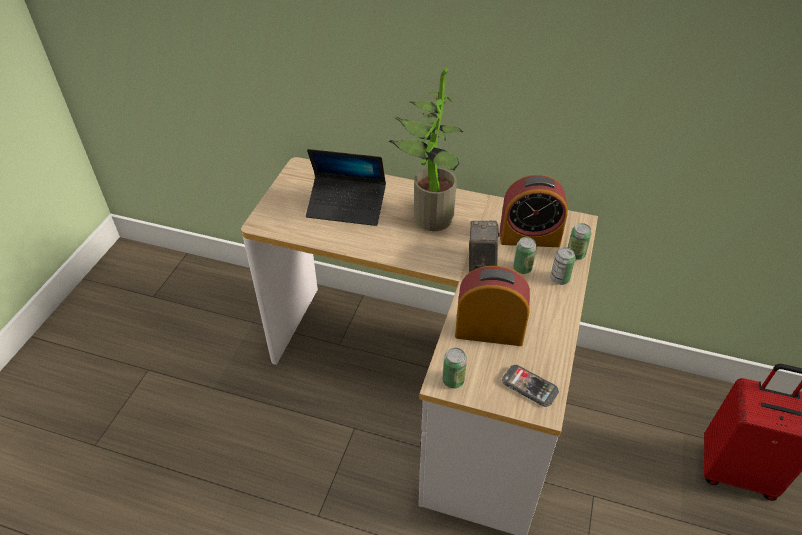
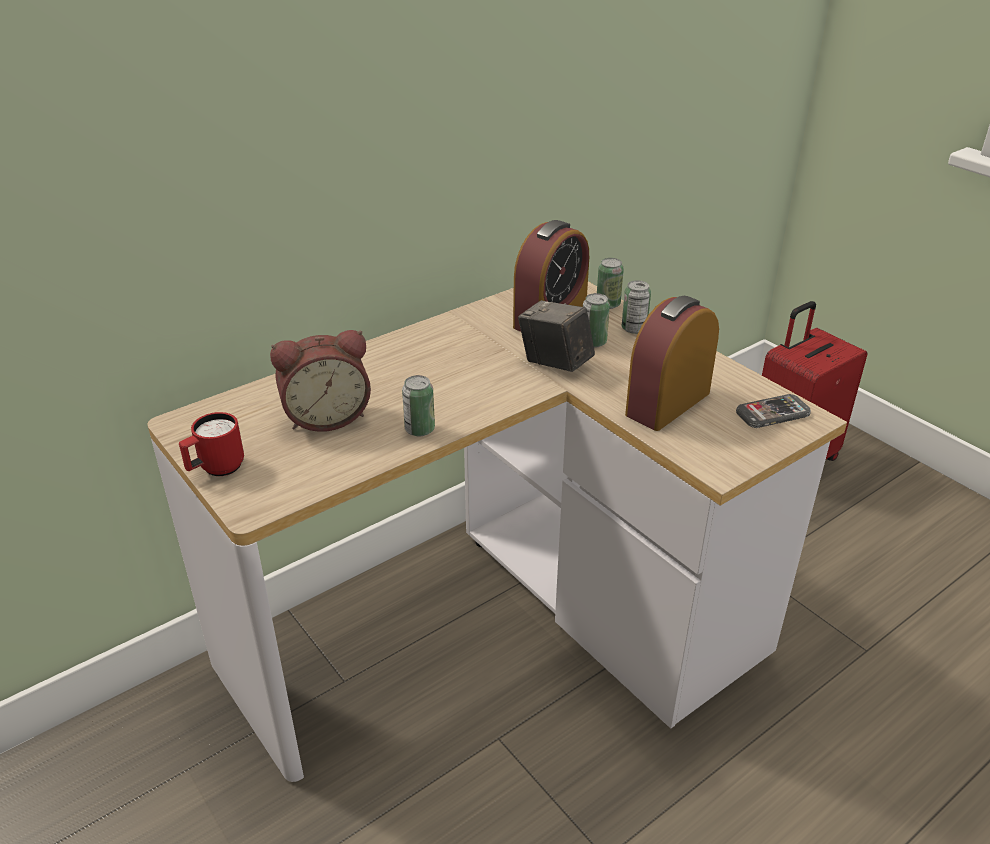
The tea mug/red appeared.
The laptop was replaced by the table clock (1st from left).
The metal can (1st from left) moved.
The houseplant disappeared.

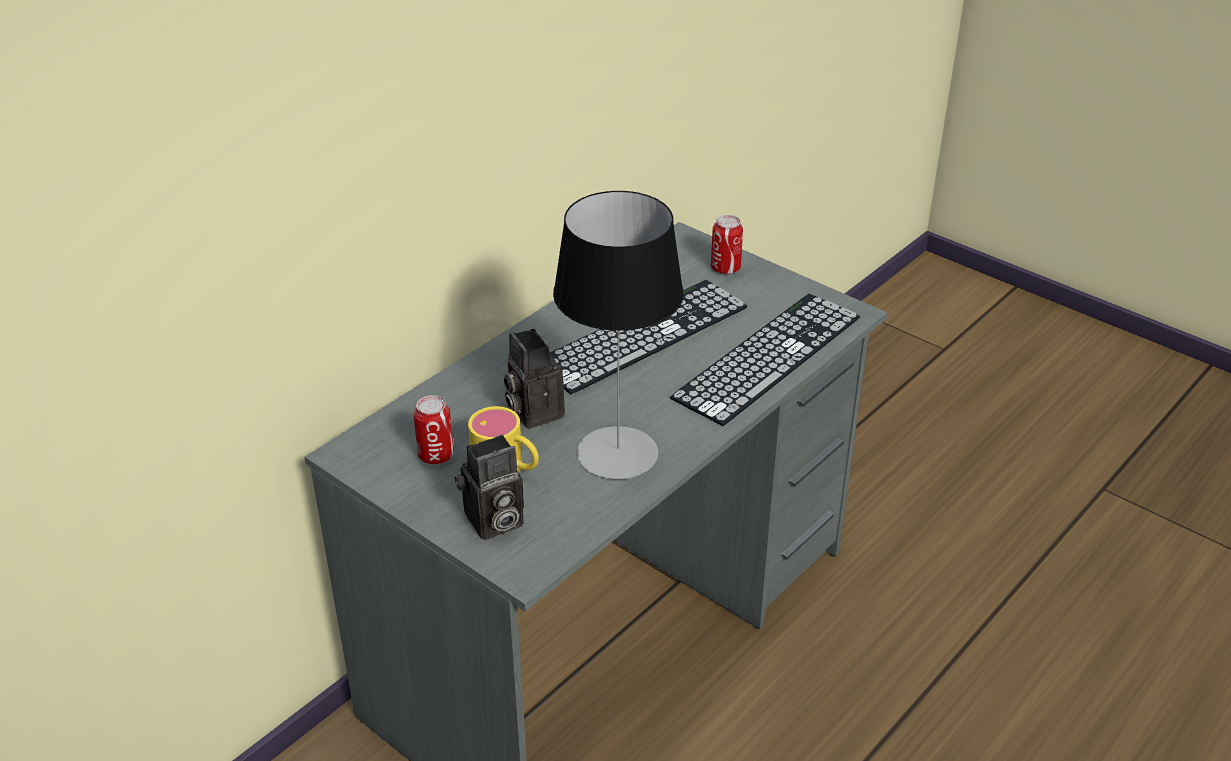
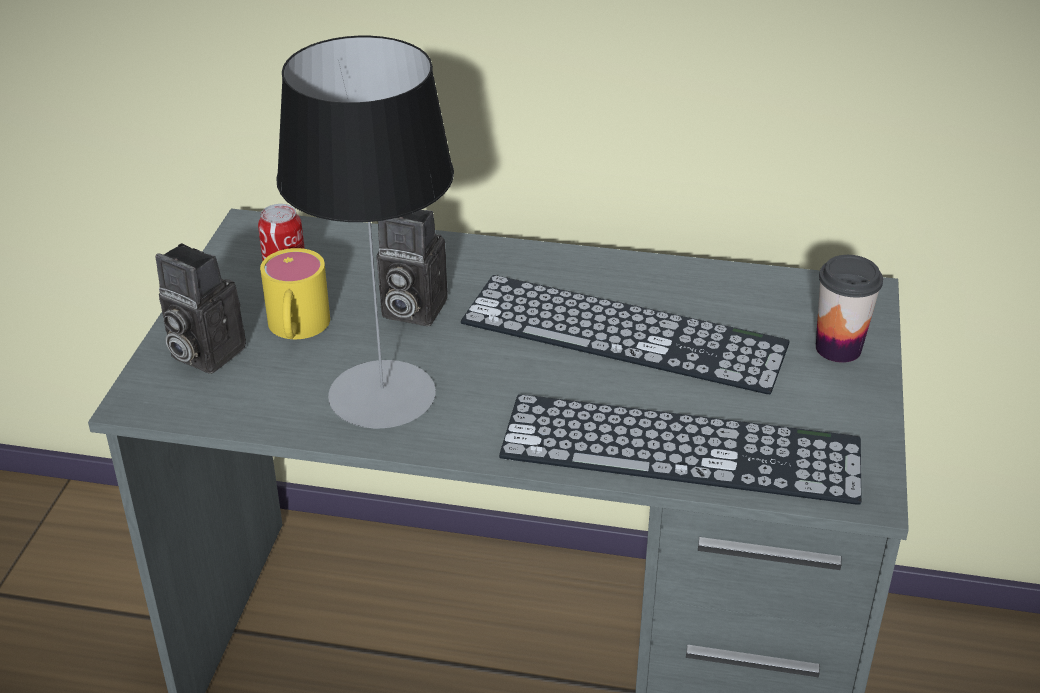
The still camera (2nd from left) turned 105 degrees counterclockwise.
The metal can (2nd from left) was replaced by the small cup.

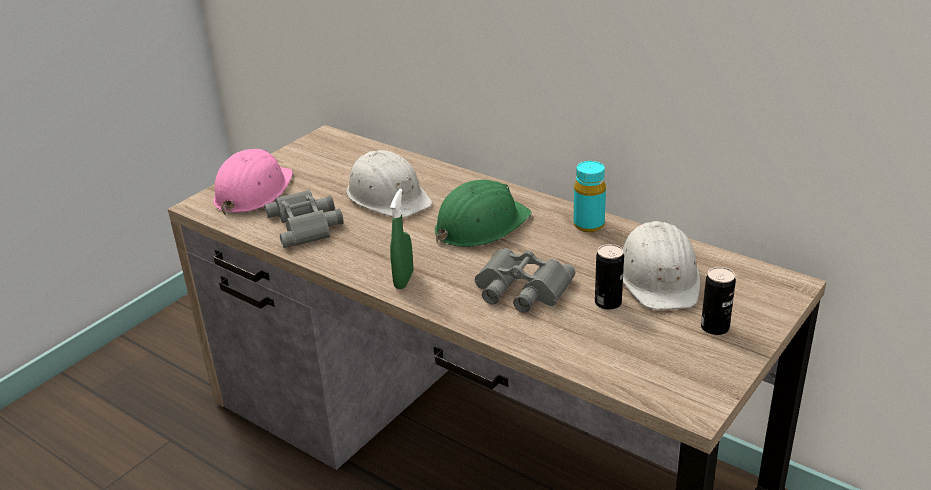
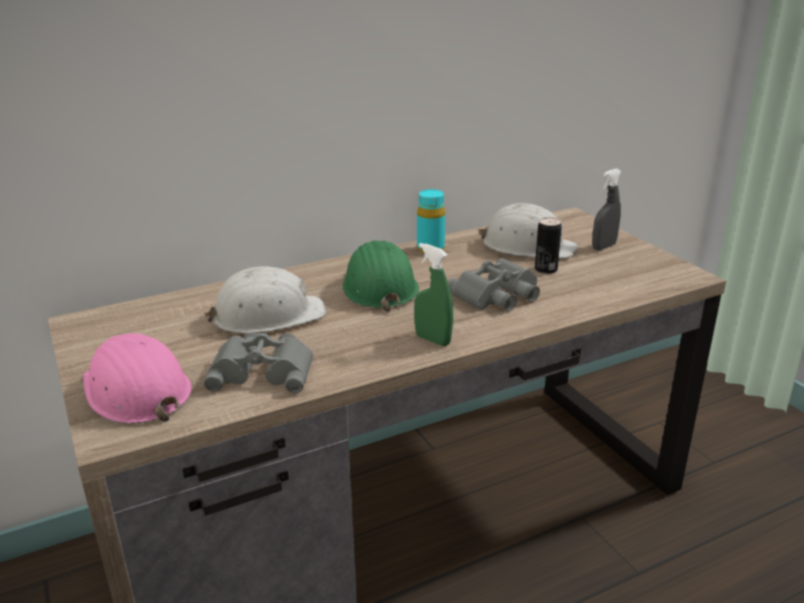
The metal can (2nd from left) was replaced by the hand sprayer/grey.

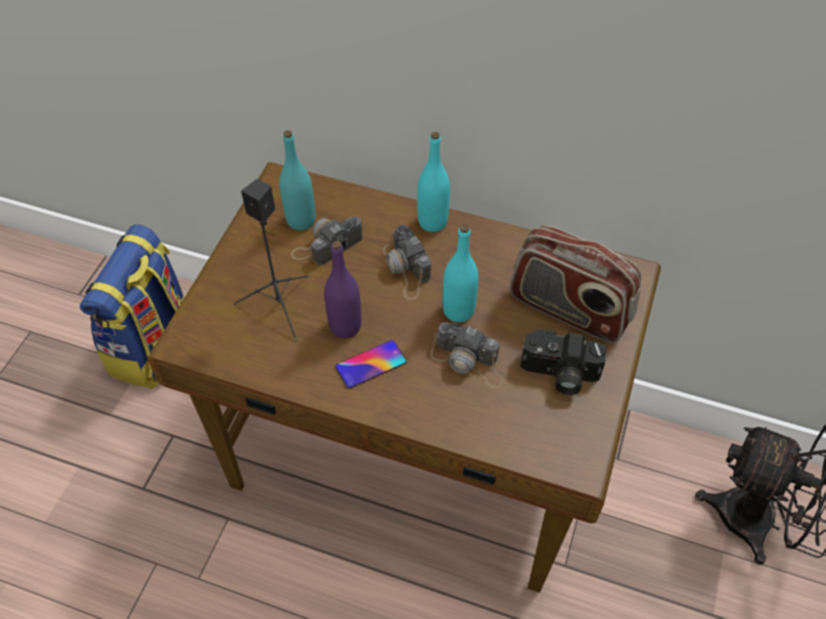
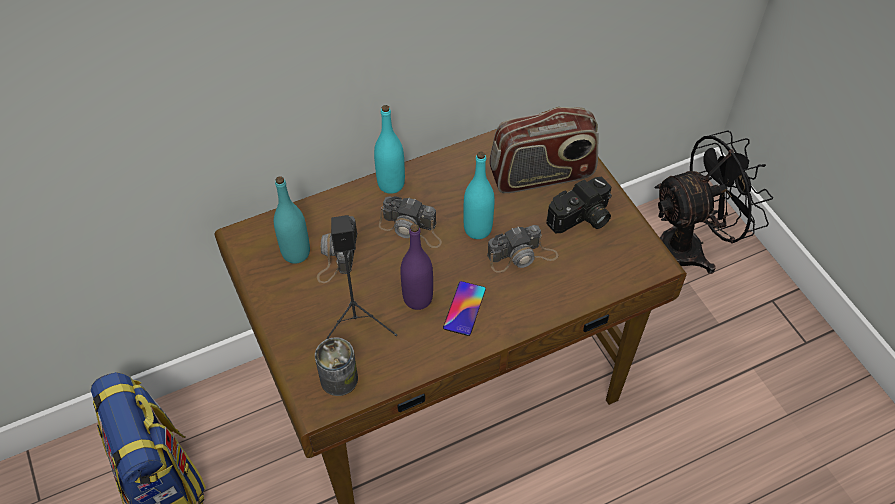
The metal can appeared.

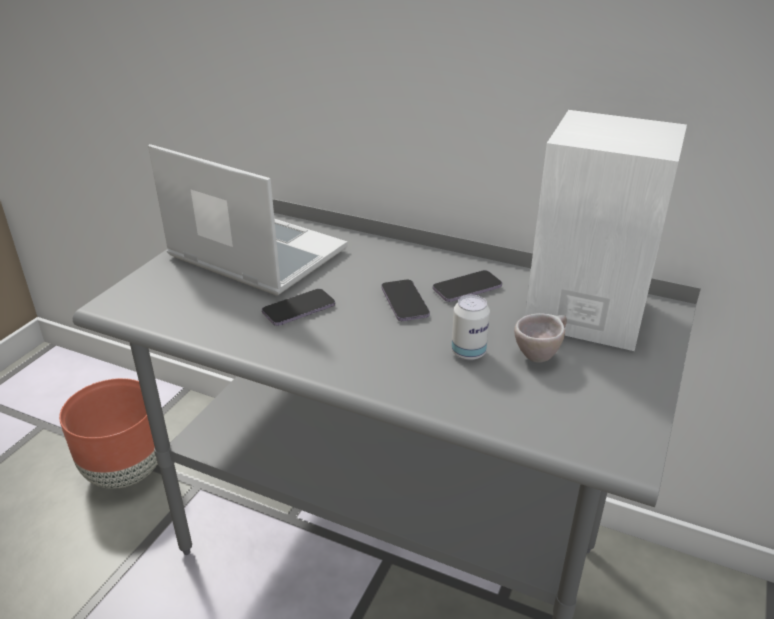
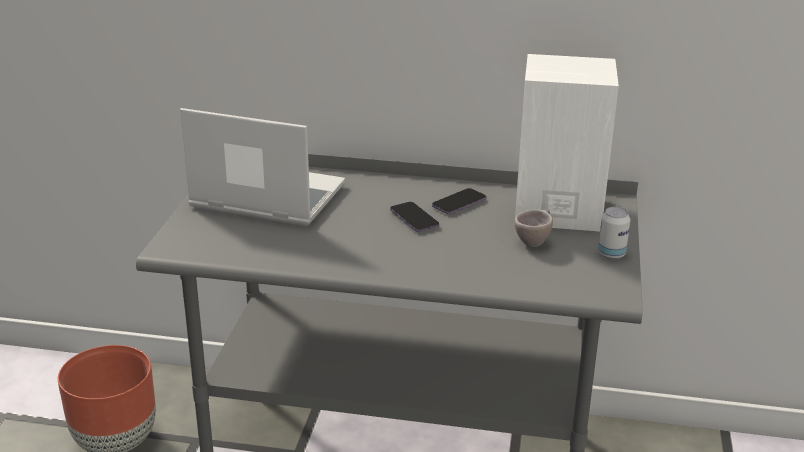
The metal can moved.
The phone (1st from left) disappeared.

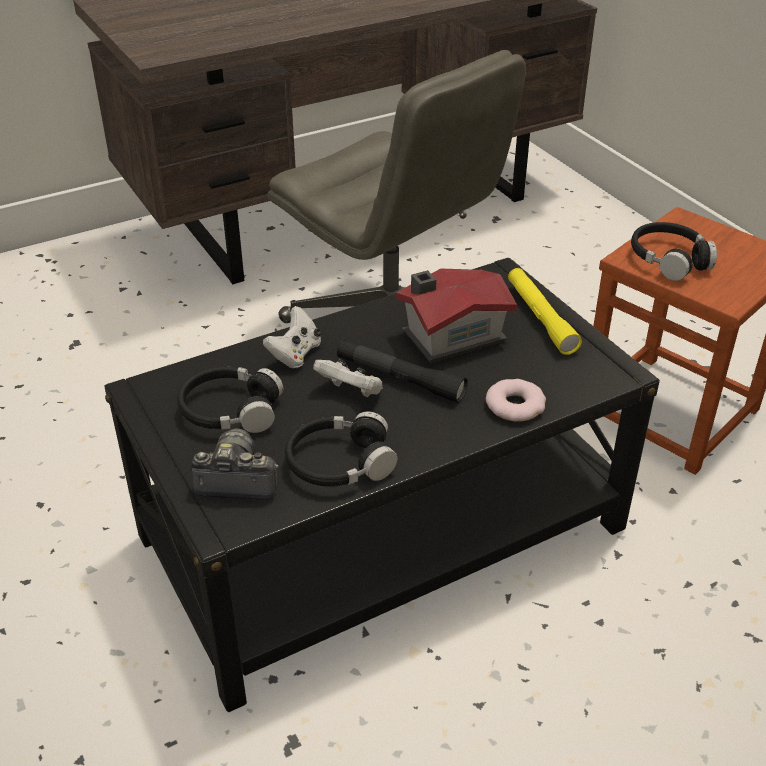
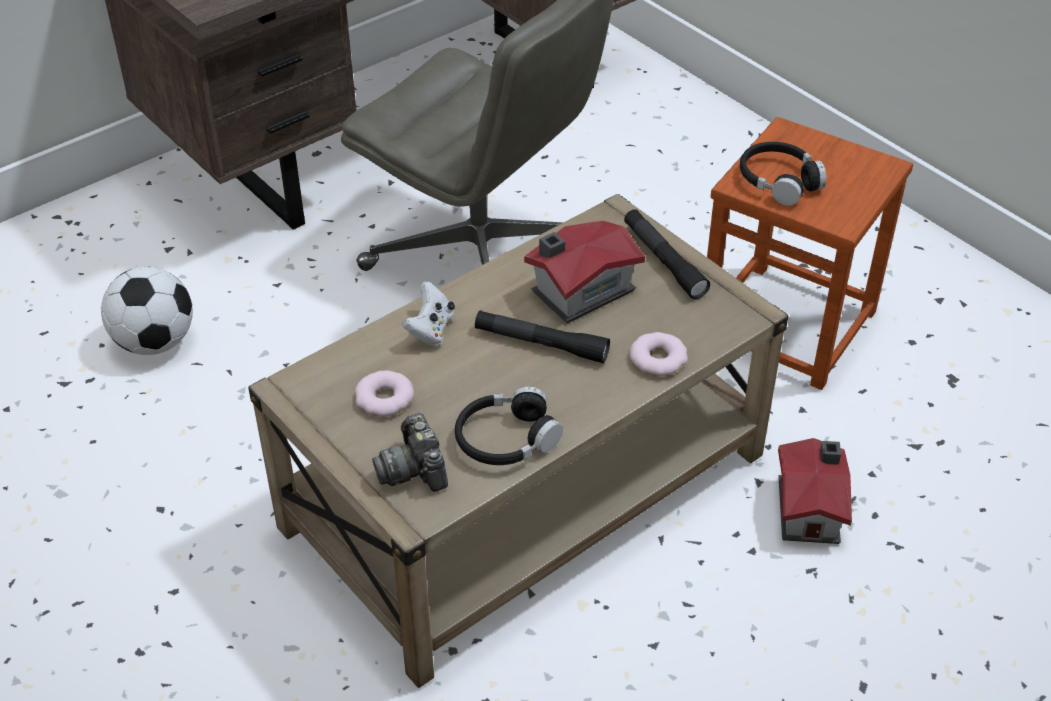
The football ball appeared.
The coffee table/blackish became the coffee table/beige.
The pair of headphones/blackish (1st from left) was replaced by the doughnut (1st from left).
The still camera turned 105 degrees counterclockwise.
The flashlight/yellowish became the flashlight/blackish (2nd from left).
The model house (2nd from left) appeared.
The gamepad/white (2nd from left) disappeared.

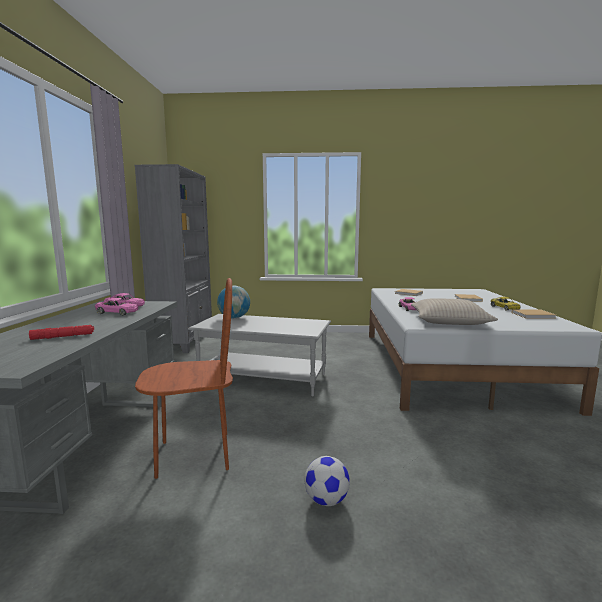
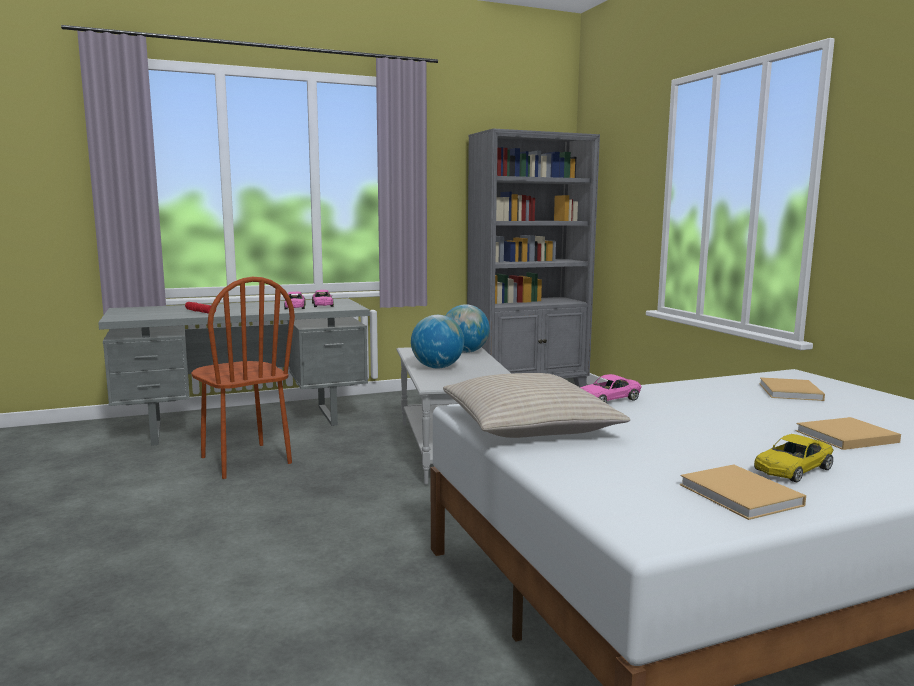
The desk globe (1st from left) appeared.
The football ball disappeared.

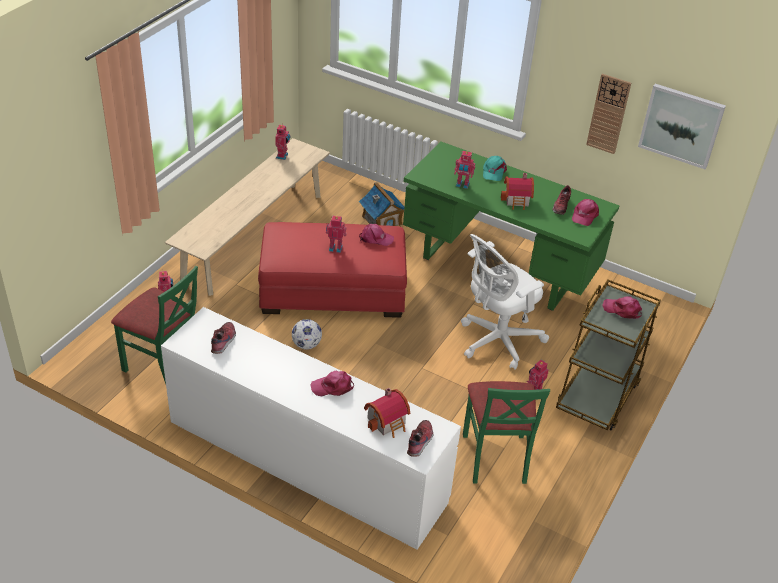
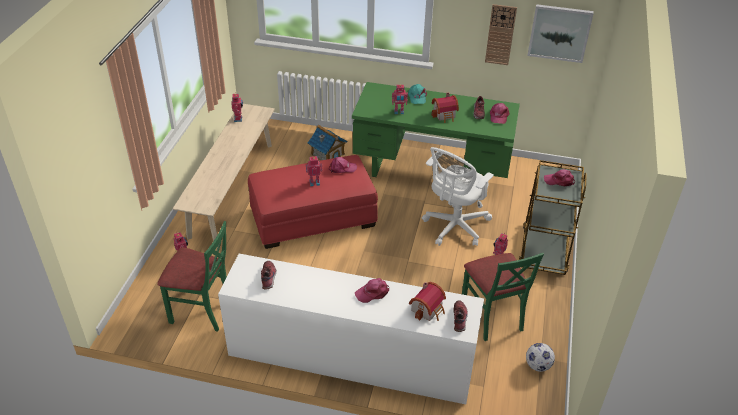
The football ball moved.

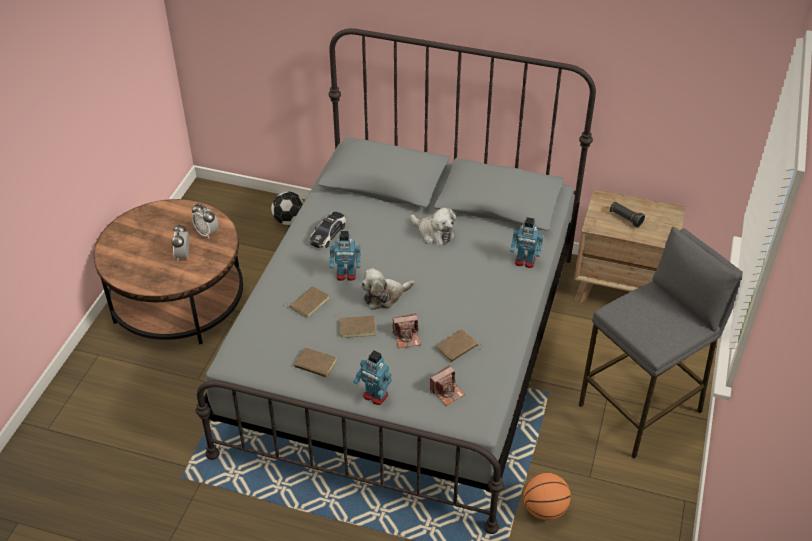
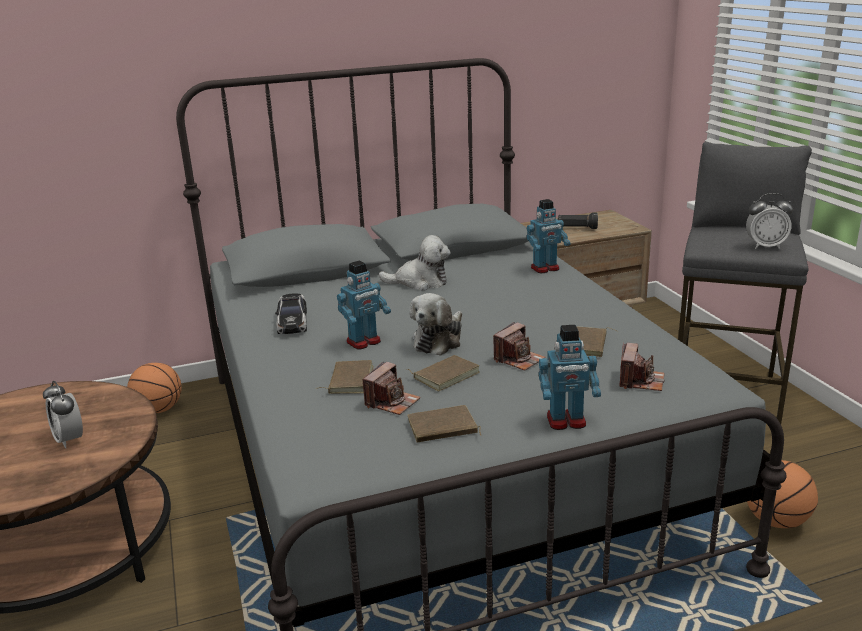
The football ball was replaced by the basketball (1st from left).
The still camera (1st from left) appeared.
The table clock (2nd from left) moved.

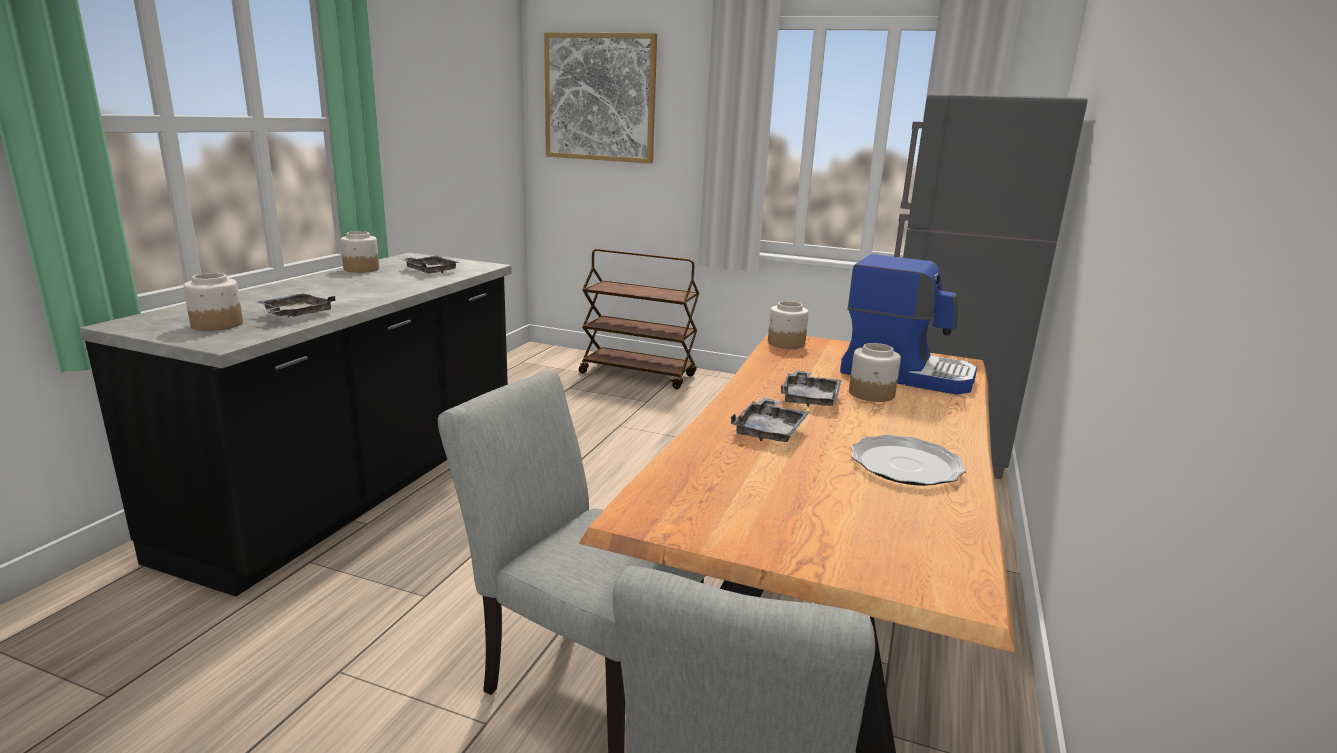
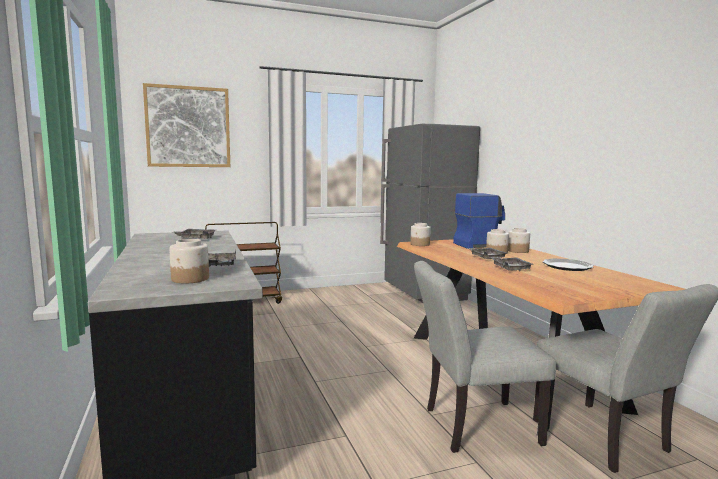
The jar (2nd from left in the first image) moved.

